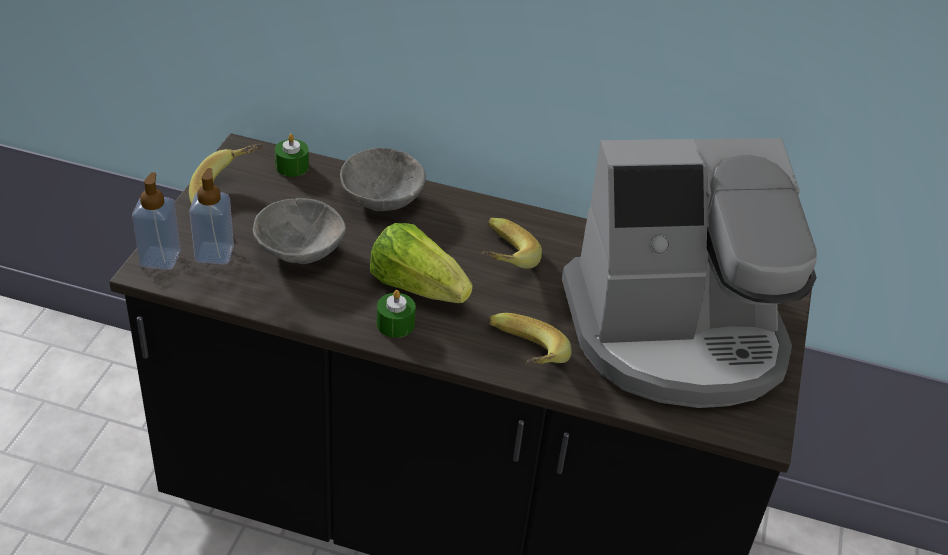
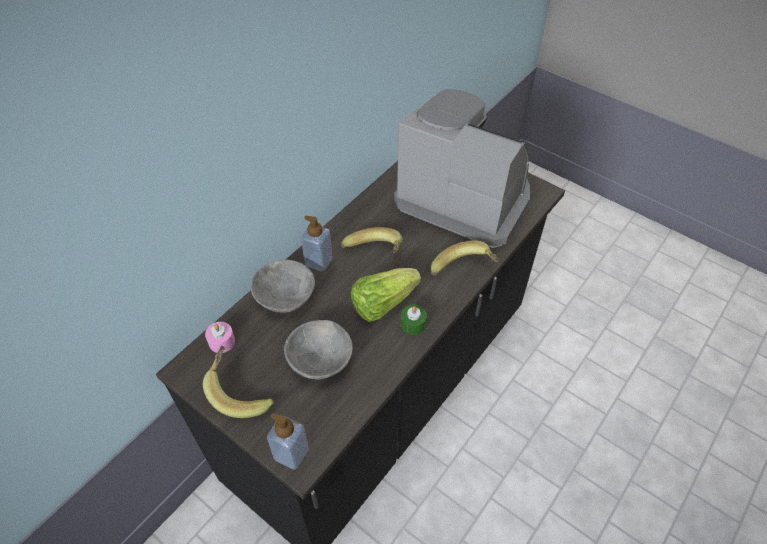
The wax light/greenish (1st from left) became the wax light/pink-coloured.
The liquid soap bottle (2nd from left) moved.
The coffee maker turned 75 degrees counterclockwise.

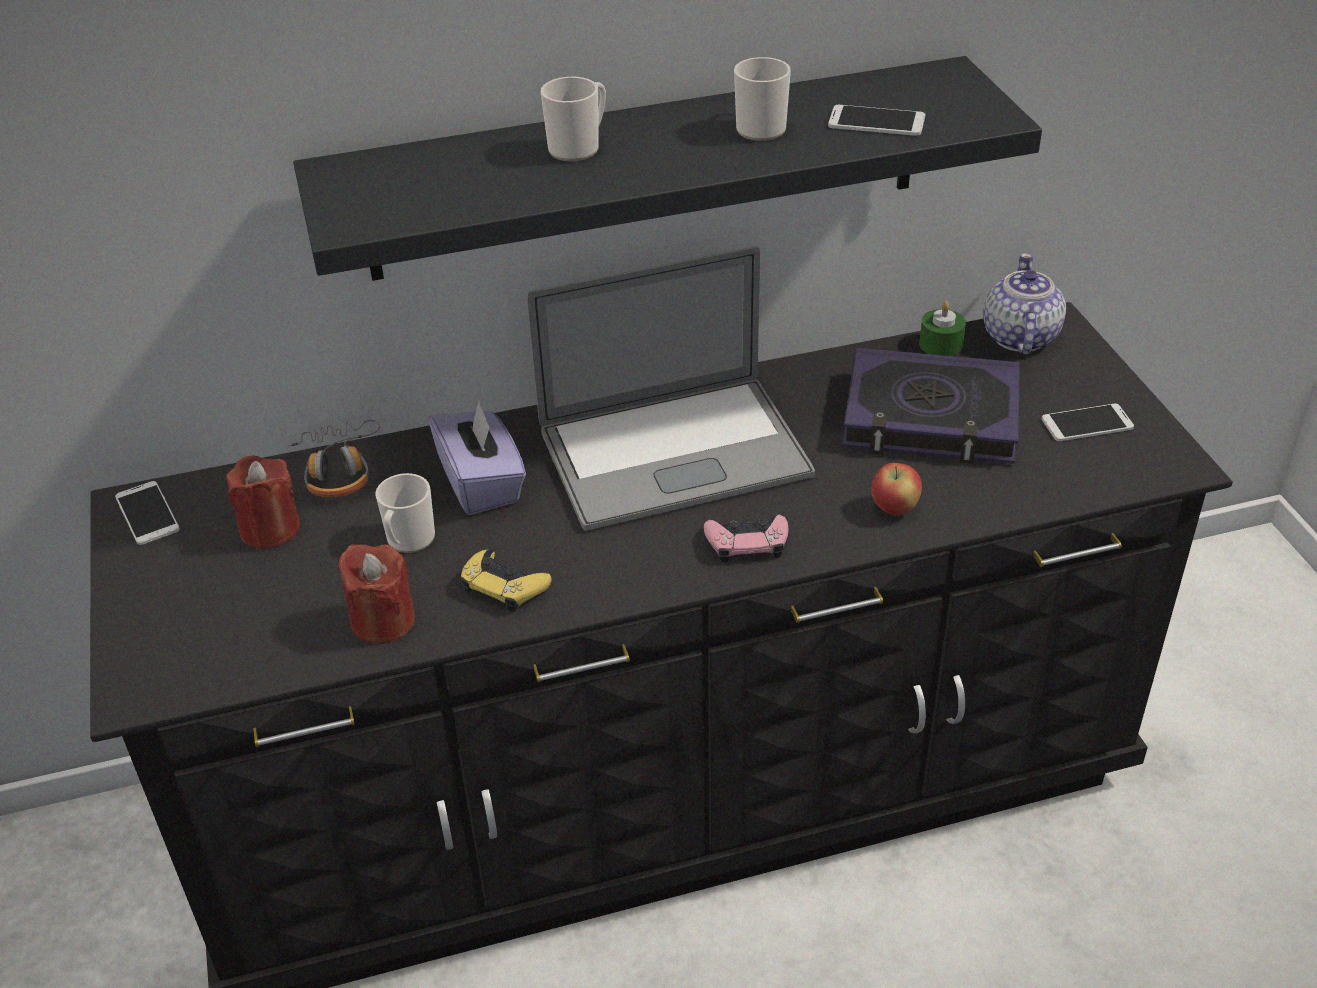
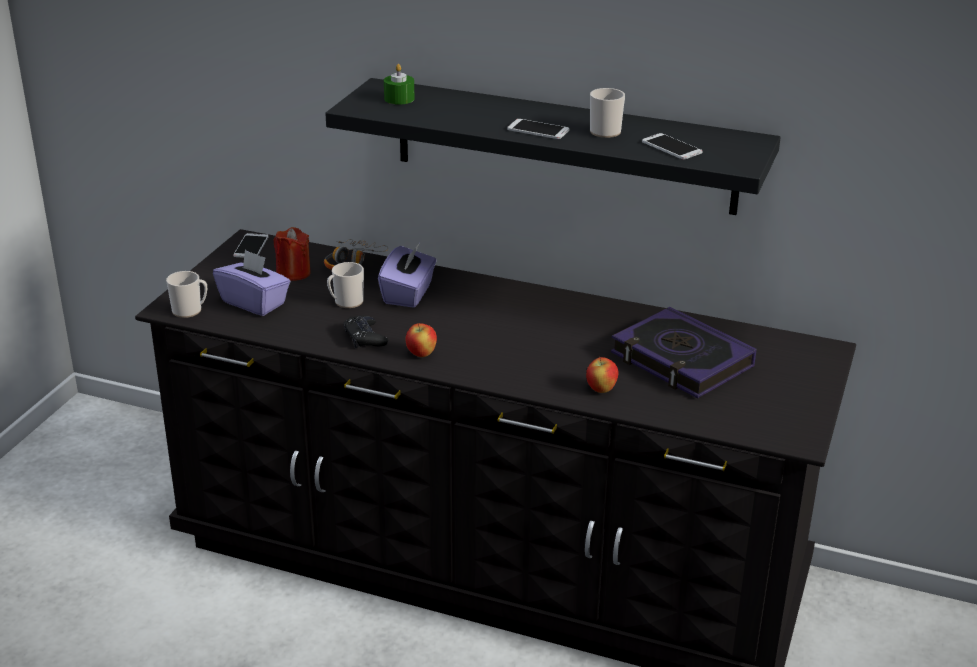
The tea mug (2nd from left in the first image) moved.
The box of tissues/purple-coloured (1st from left) appeared.
The gamepad/yellowish became the gamepad/blackish.
The wax light/greenish moved.
The apple (1st from left) appeared.
The phone (3rd from left in the first image) moved.
The wax light/red (2nd from left) disappeared.
The laptop disappeared.
The gamepad/pink-coloured disappeared.
The tea pot disappeared.

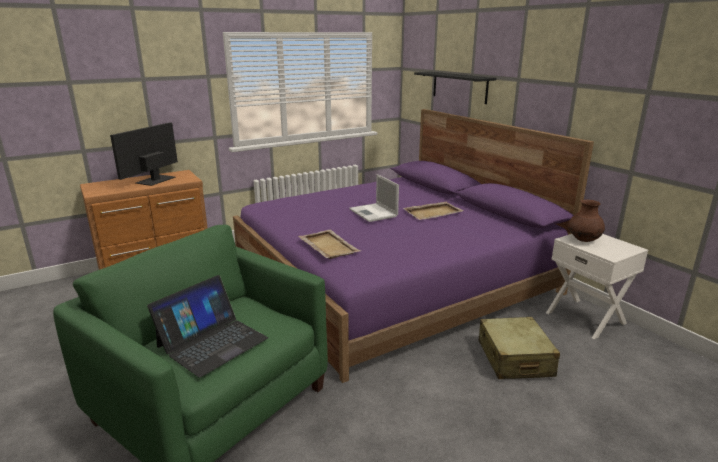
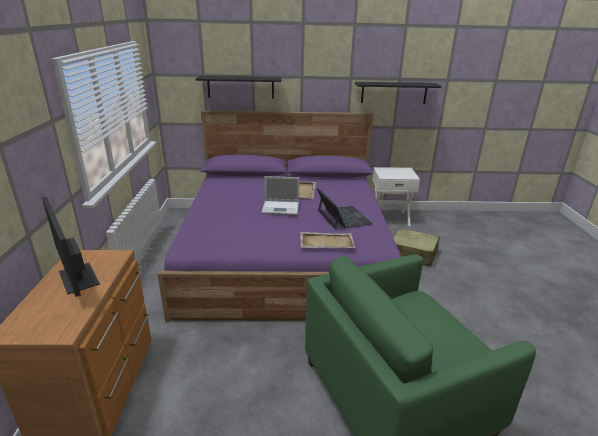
The laptop (1st from left in the first image) moved.
The bracket shelf/blackish (2nd from left) appeared.
The decorative vase/brown disappeared.

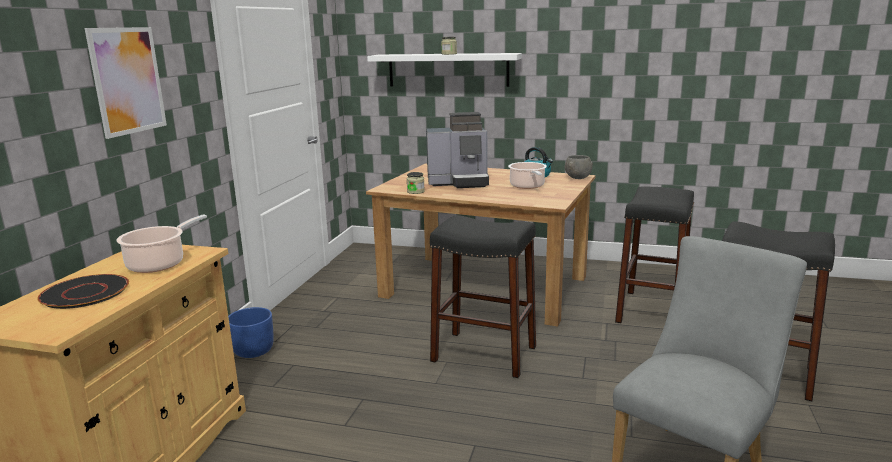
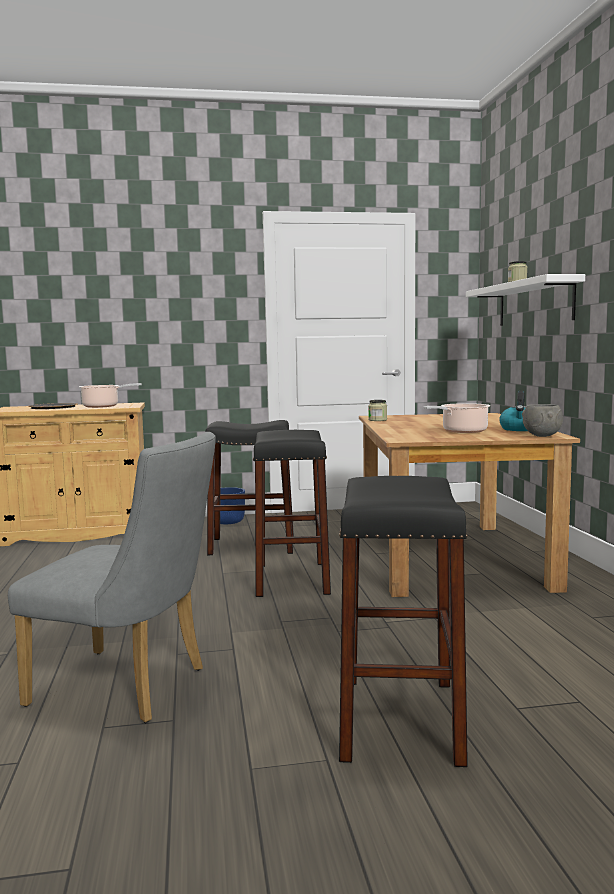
The stool seat/blackish (2nd from left in the first image) moved.
The wall picture disappeared.
The coffee maker disappeared.

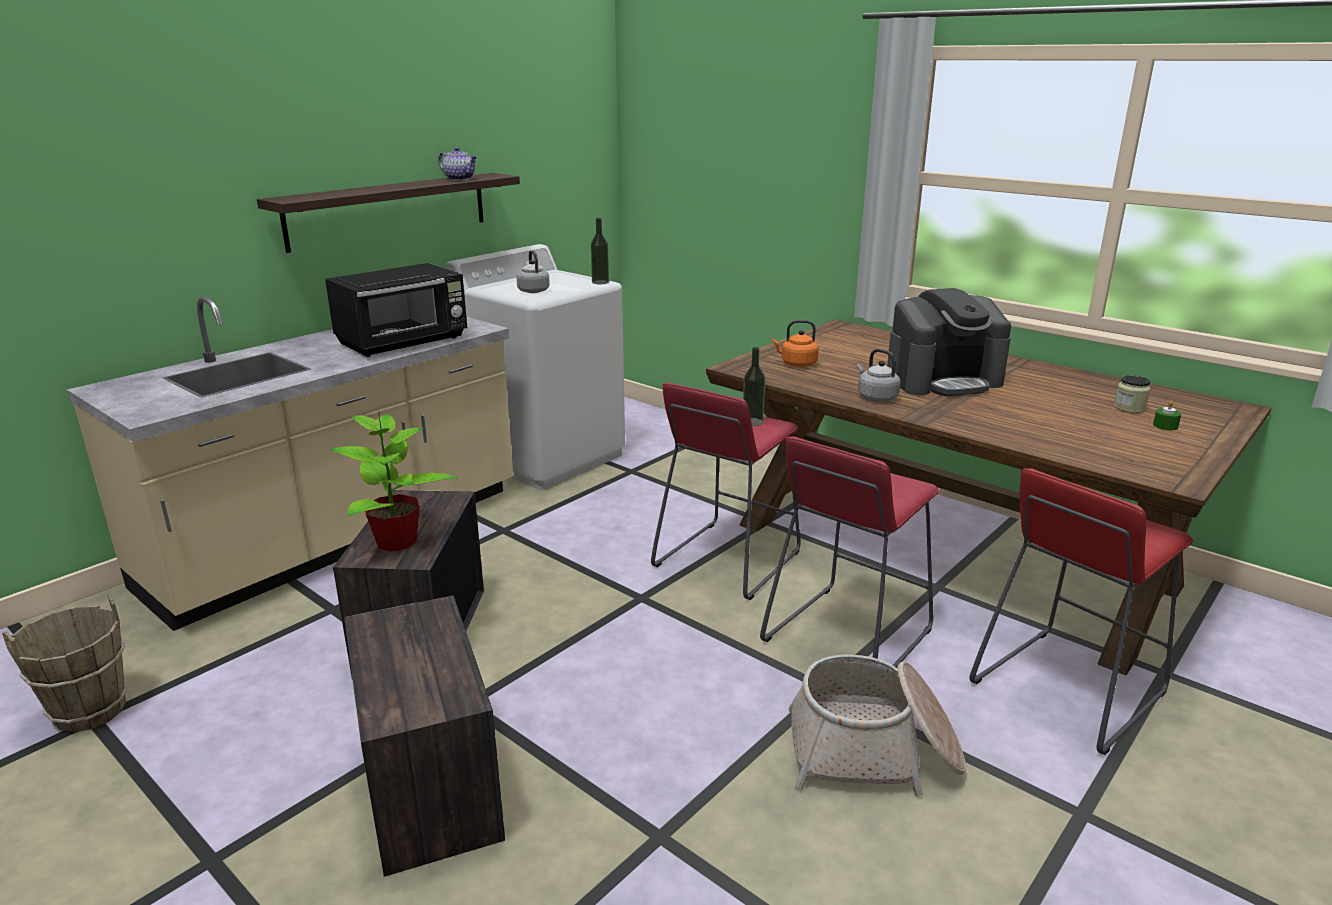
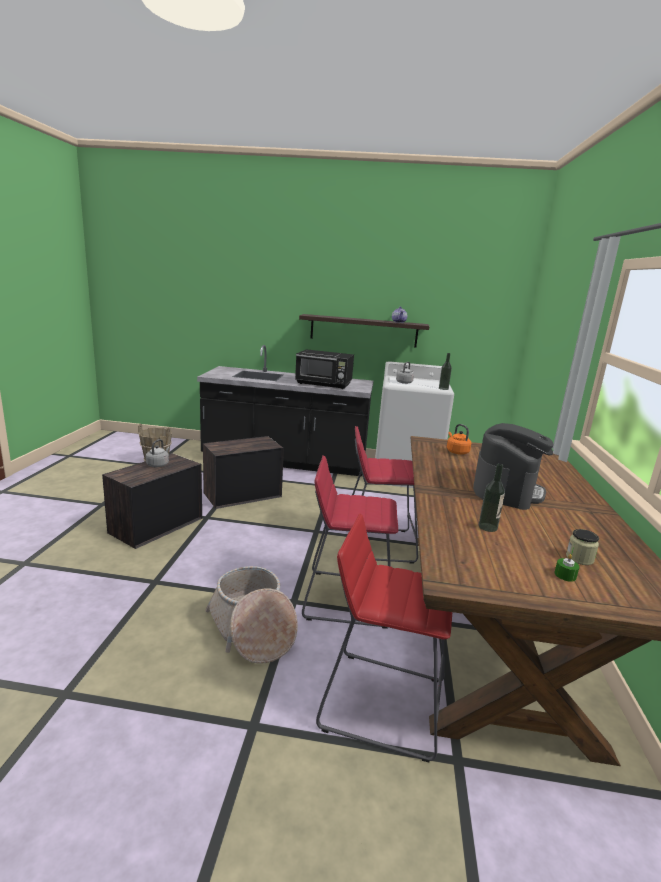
The tea kettle/grey (2nd from left in the first image) moved.
The kitchen counter/beige became the kitchen counter/blackish.
The coffee maker turned 105 degrees counterclockwise.
The drink bottle (2nd from left) moved.
The houseplant disappeared.

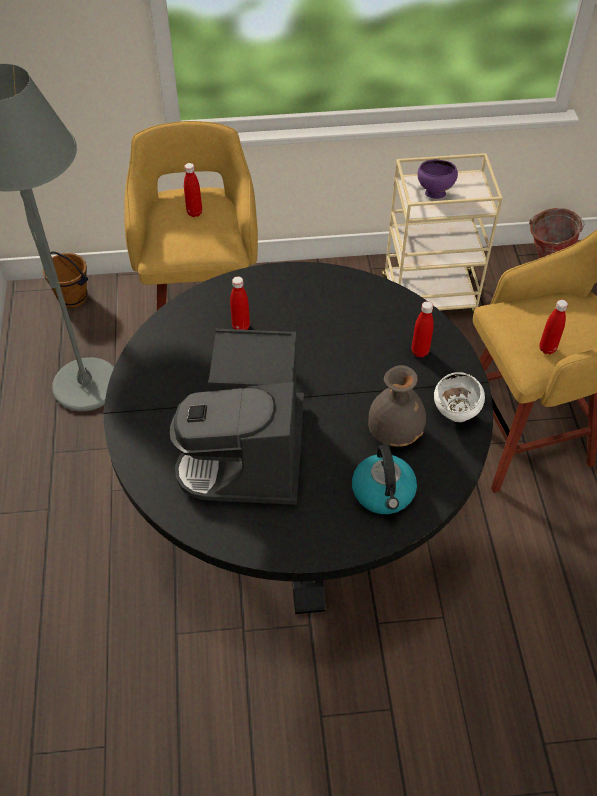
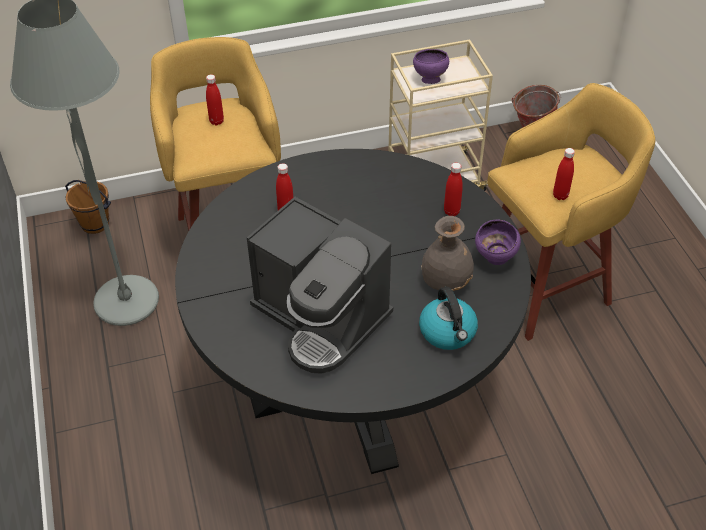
The coffee maker turned 45 degrees counterclockwise.
The serving bowl/white became the serving bowl/purple-coloured (2nd from left).

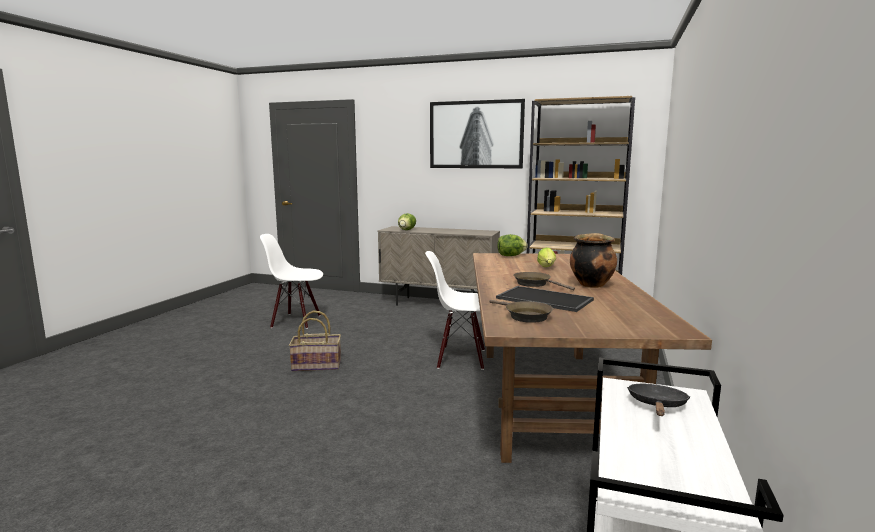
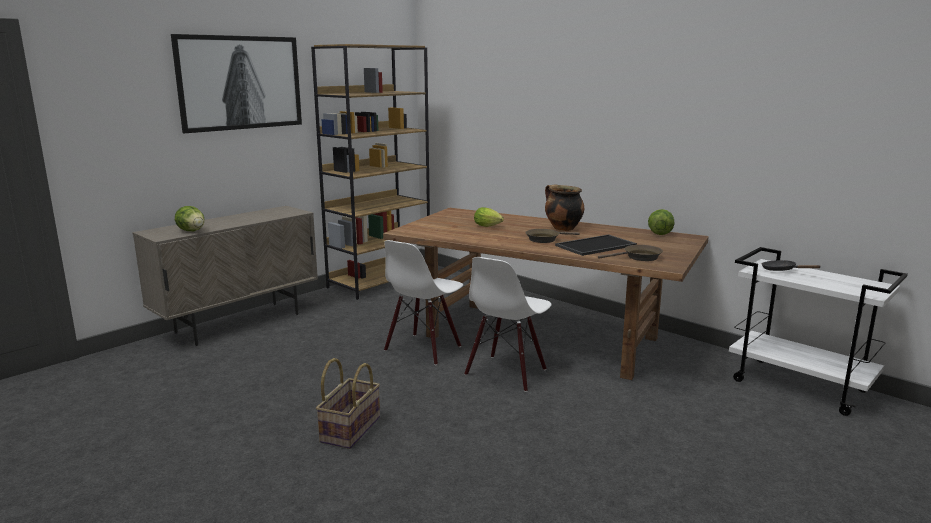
The upright chair/white (1st from left in the first image) moved.
The lettuce head (2nd from left in the first image) moved.

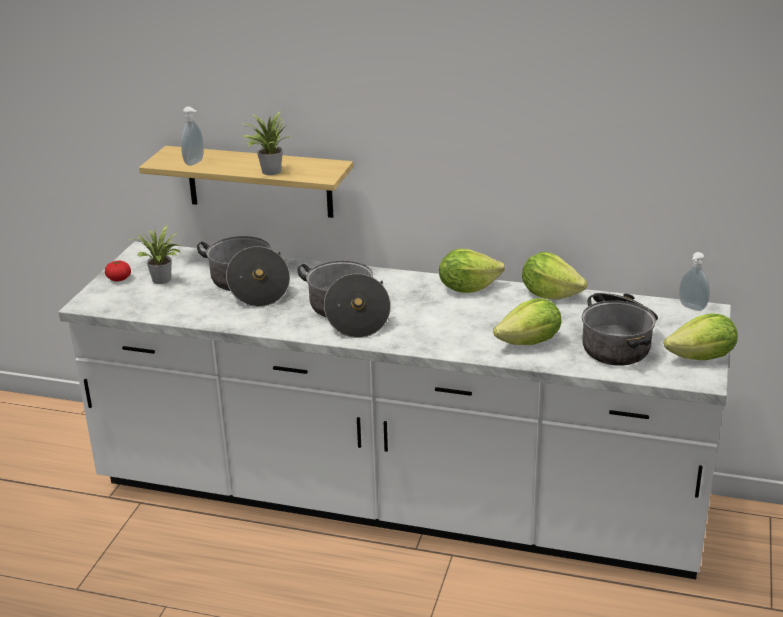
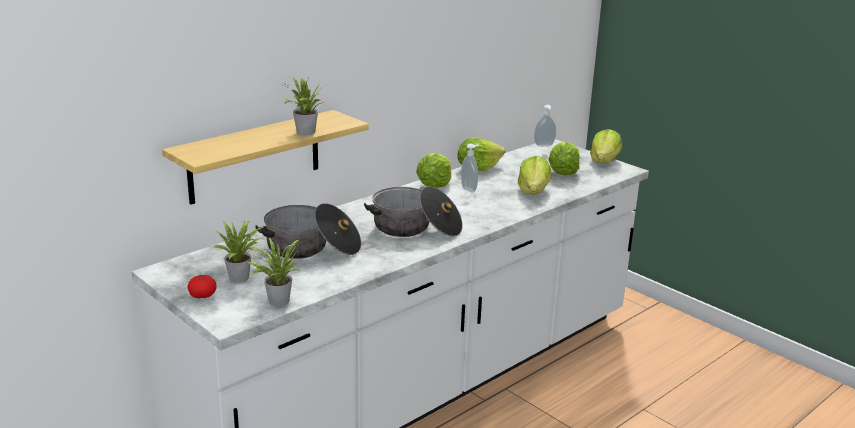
The houseplant (2nd from left) appeared.
The liquid soap bottle (1st from left) moved.
The saucepot (3rd from left) was replaced by the lettuce head (4th from left).

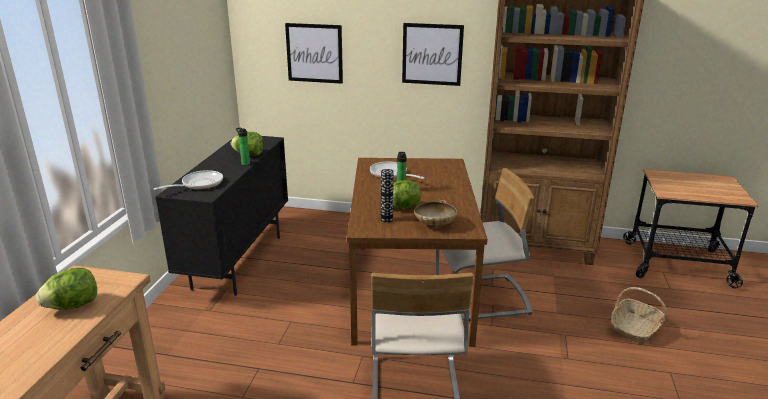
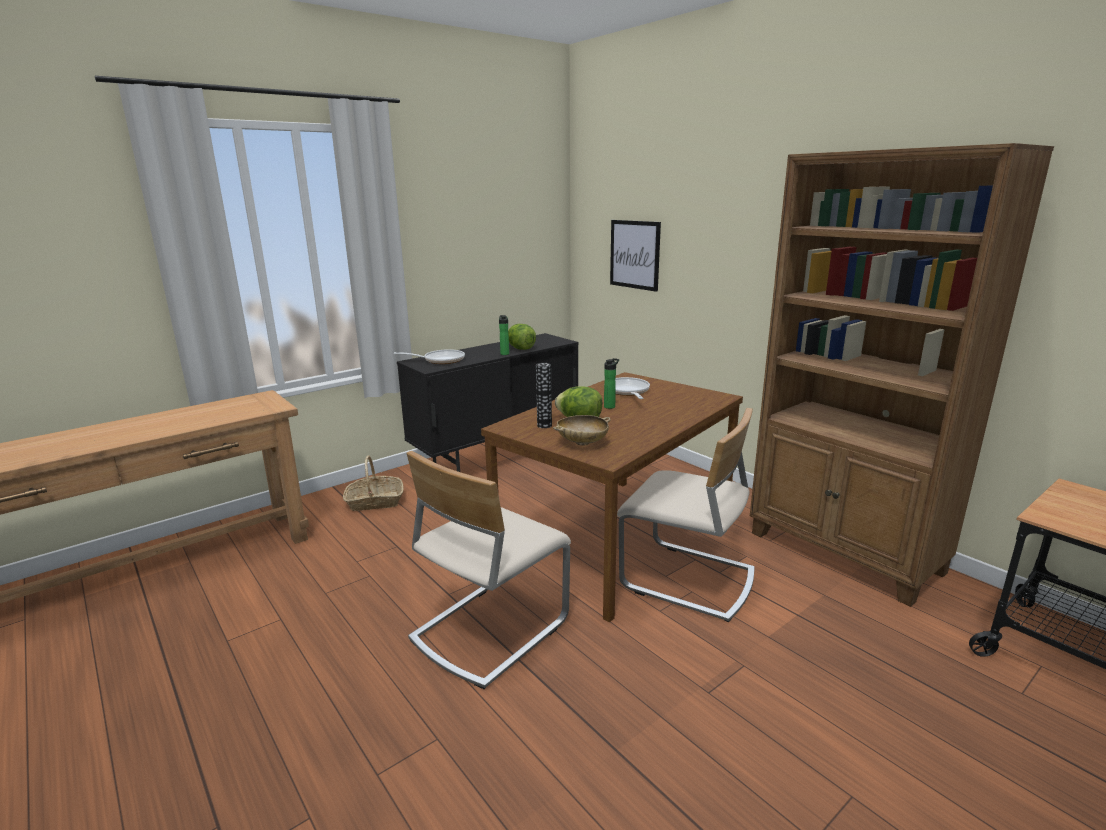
The basket moved.
The lettuce head (1st from left) disappeared.
The wall picture (2nd from left) disappeared.

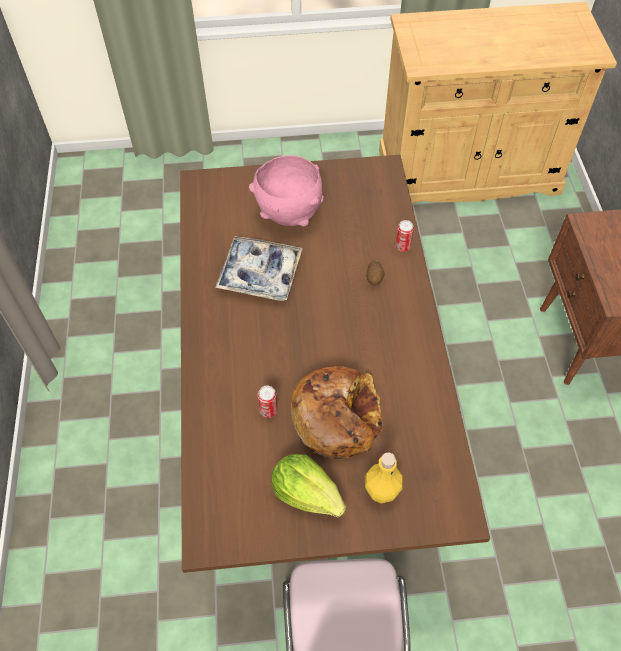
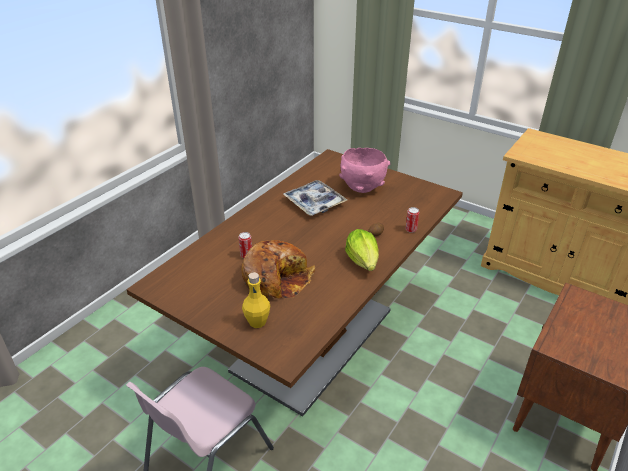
The lettuce head moved.

